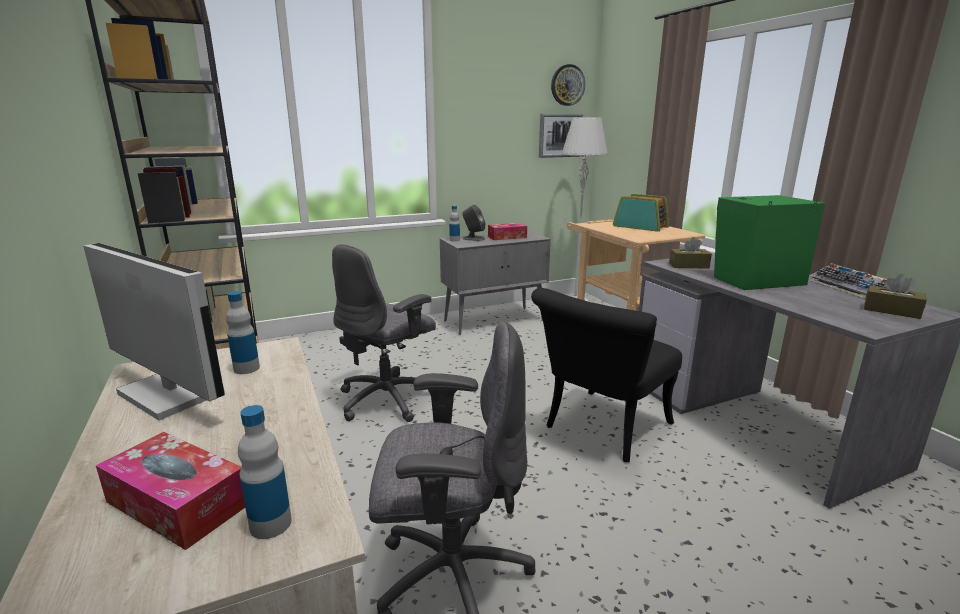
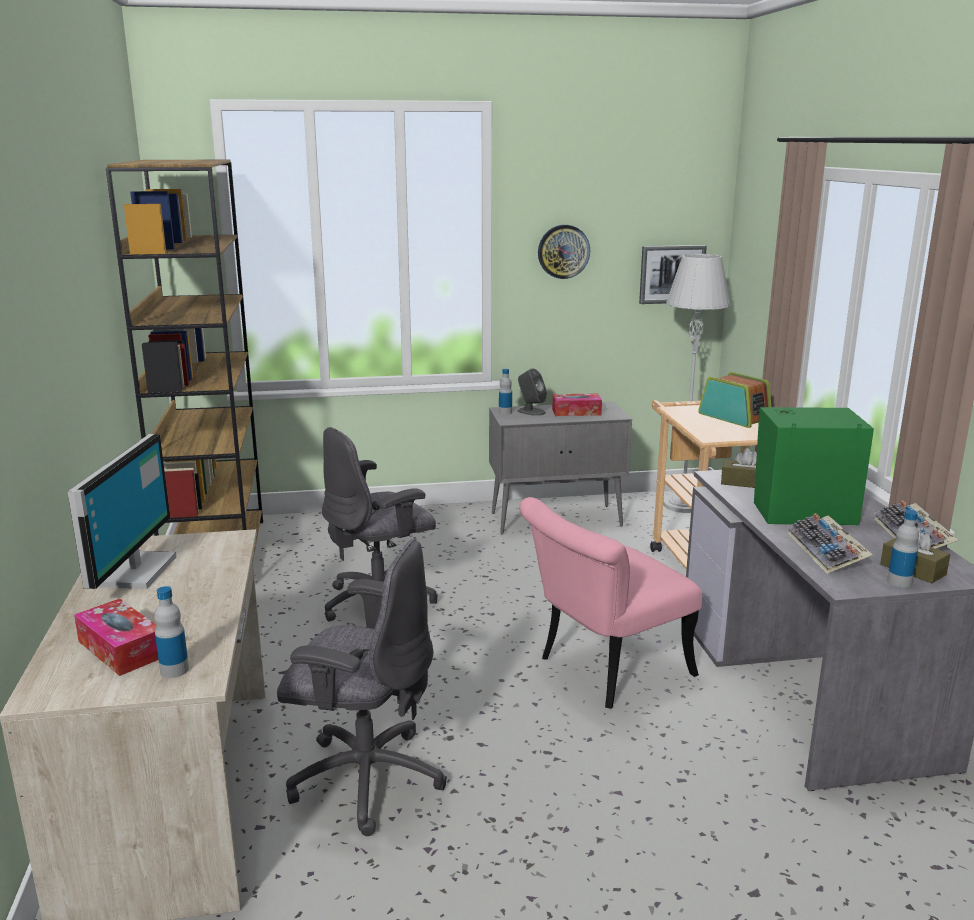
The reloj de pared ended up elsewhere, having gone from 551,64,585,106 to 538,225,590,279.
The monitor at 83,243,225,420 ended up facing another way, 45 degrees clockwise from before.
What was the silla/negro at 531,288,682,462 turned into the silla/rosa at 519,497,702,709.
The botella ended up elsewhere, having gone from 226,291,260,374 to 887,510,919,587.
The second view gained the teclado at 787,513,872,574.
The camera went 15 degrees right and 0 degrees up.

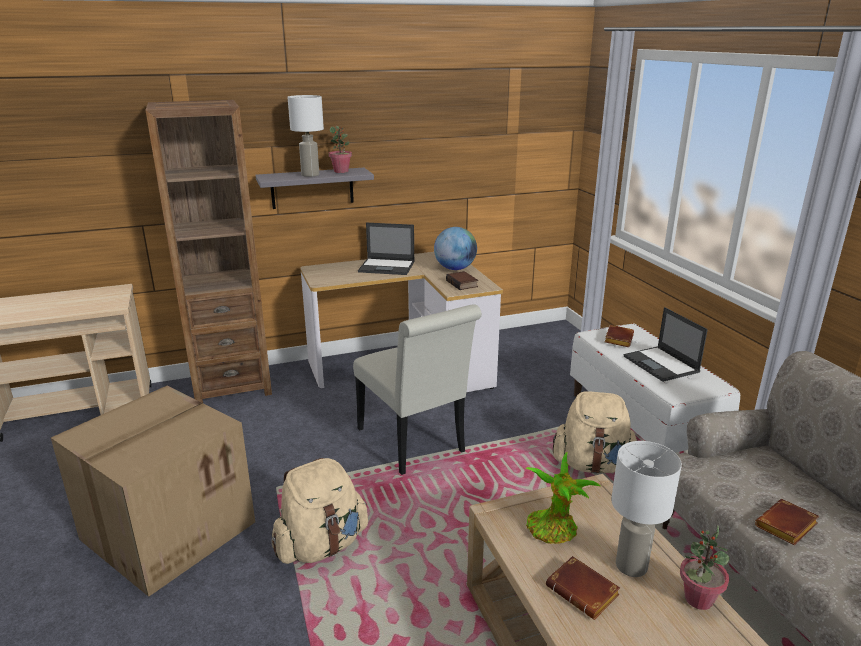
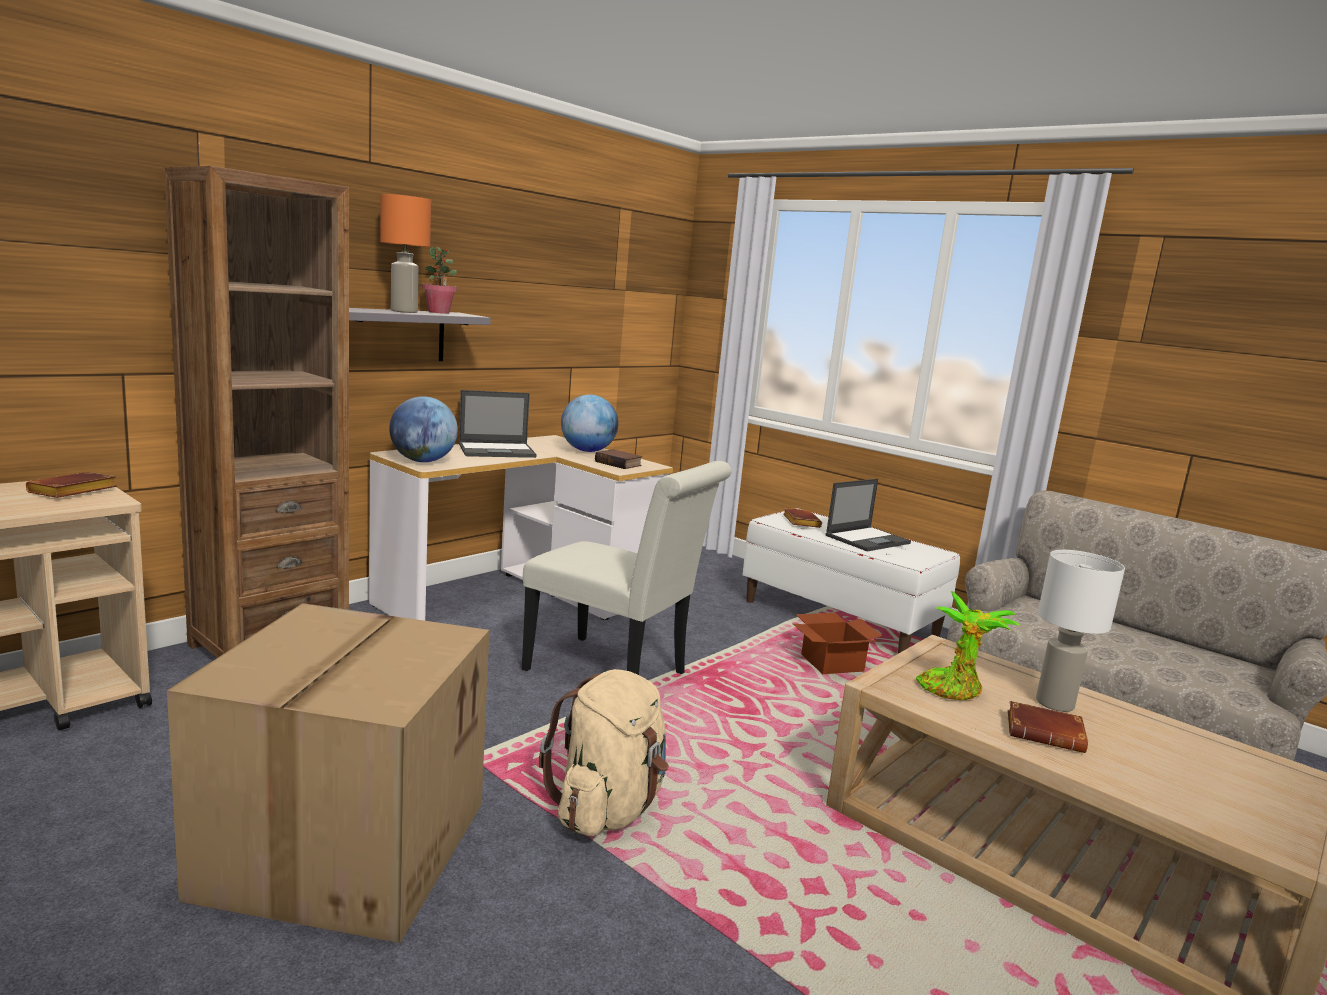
What was the lámpara de mesa/blanco at 288,95,324,177 turned into the lámpara de mesa/naranja at 380,194,431,313.
The portátil at 624,307,708,382 ended up facing another way, 75 degrees counterclockwise from before.
Where the mochila/beis stood at 553,391,637,474, the caja de cartón came to stand at 793,613,883,674.
The libro/marrón ended up elsewhere, having gone from 755,499,819,545 to 26,472,117,498.
The second view lost the planta en maceta at 680,525,730,610.
The second view gained the globo terráqueo at 389,396,458,462.
The camera went 30 degrees left and 10 degrees down.

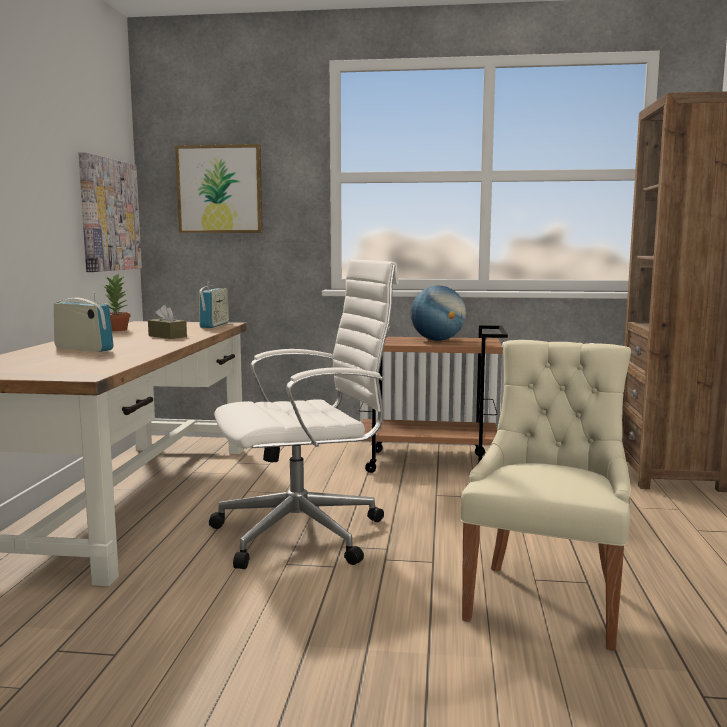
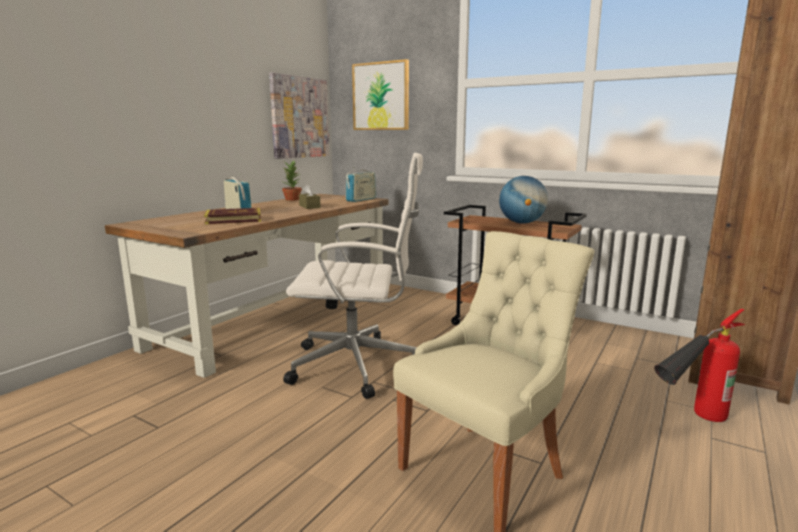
The second view gained the libro at 204,208,261,224.
The second view gained the extintor at 654,309,745,422.
The camera went 25 degrees right and 5 degrees up.

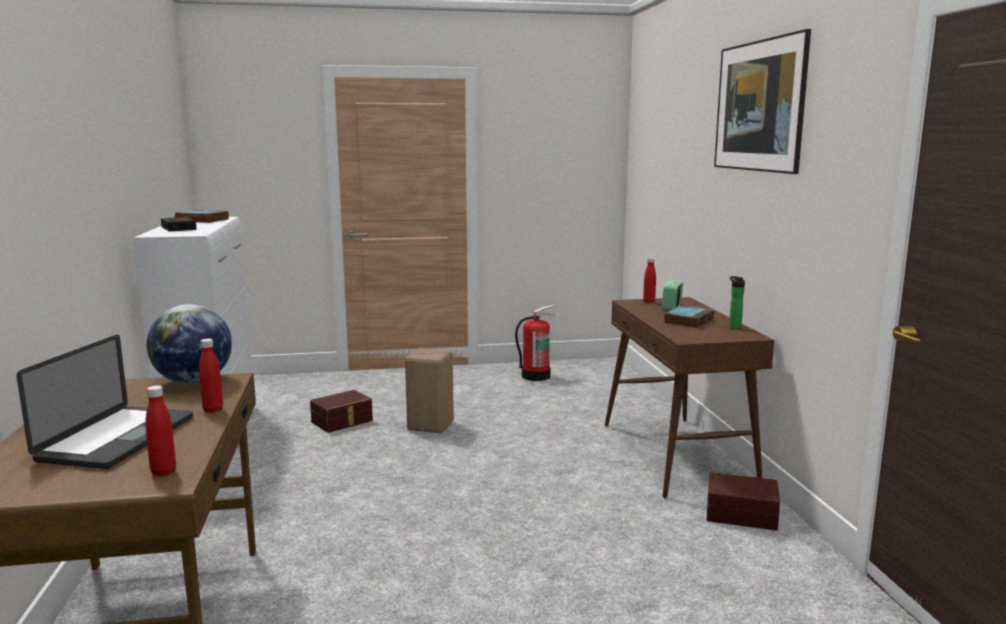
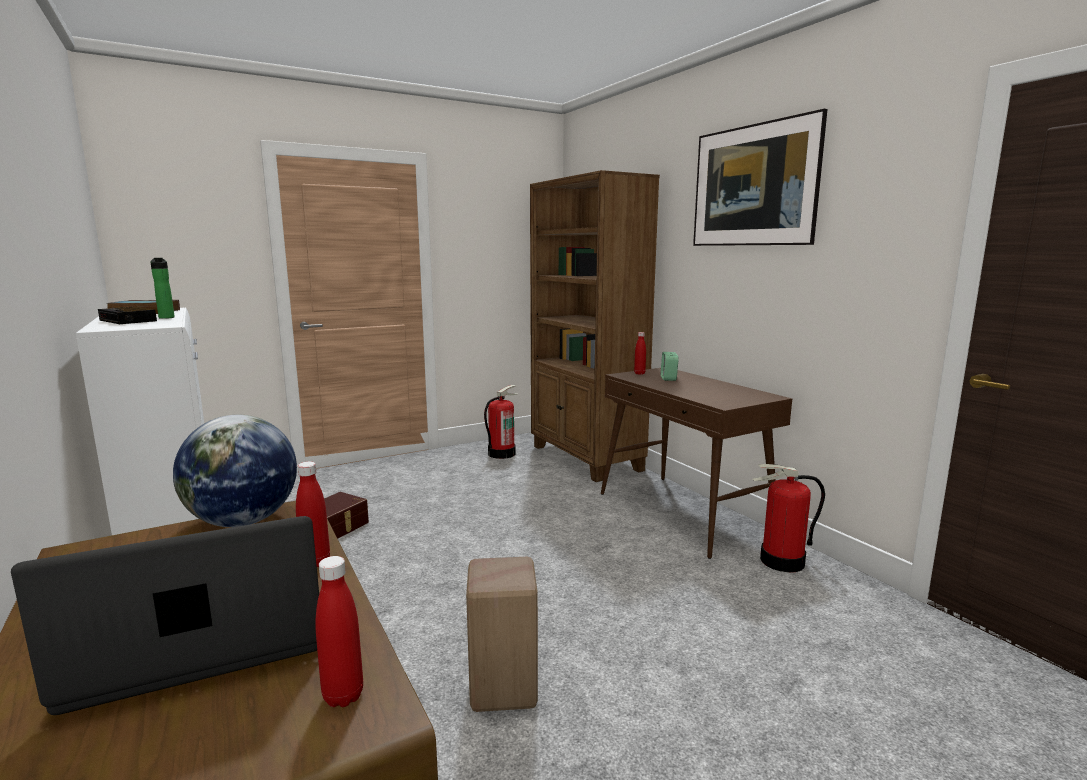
The botella ended up elsewhere, having gone from 729,276,745,329 to 150,258,175,319.
The second view lost the libro at 664,305,714,328.
The portátil at 16,335,193,469 ended up facing another way, 105 degrees counterclockwise from before.
The taburete/beis ended up elsewhere, having gone from 405,348,454,433 to 466,557,538,712.
Where the caja de almacenaje/marrón stood at 706,472,780,531, the extintor came to stand at 753,464,825,572.
The second view gained the estantería/marrón at 530,170,660,482.
The camera went 20 degrees left and 0 degrees up.

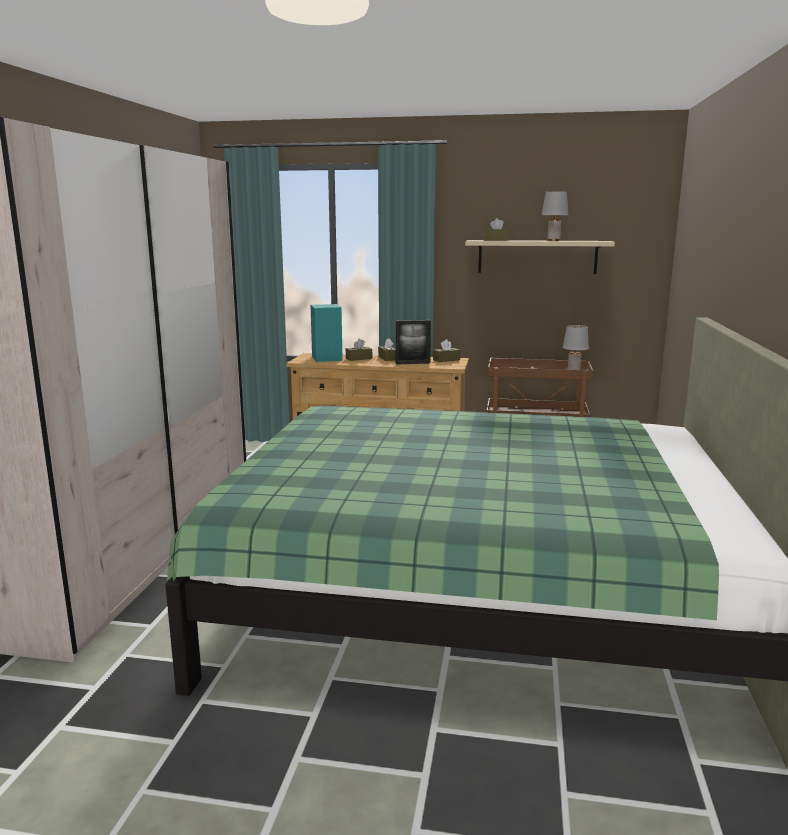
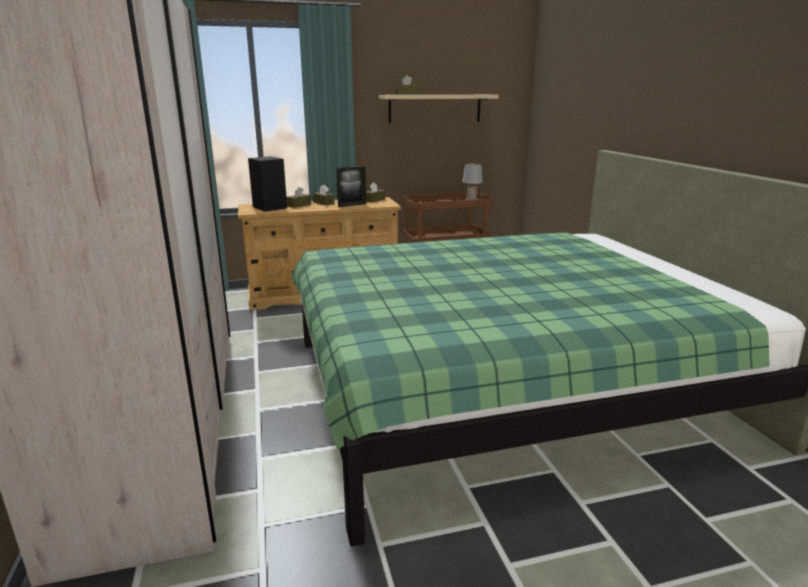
The second view lost the lámpara de mesa/gris at 542,192,568,241.
What was the altavoz/turquesa at 310,304,343,362 turned into the altavoz/negro at 248,156,287,212.
The camera went 25 degrees left and 5 degrees up.

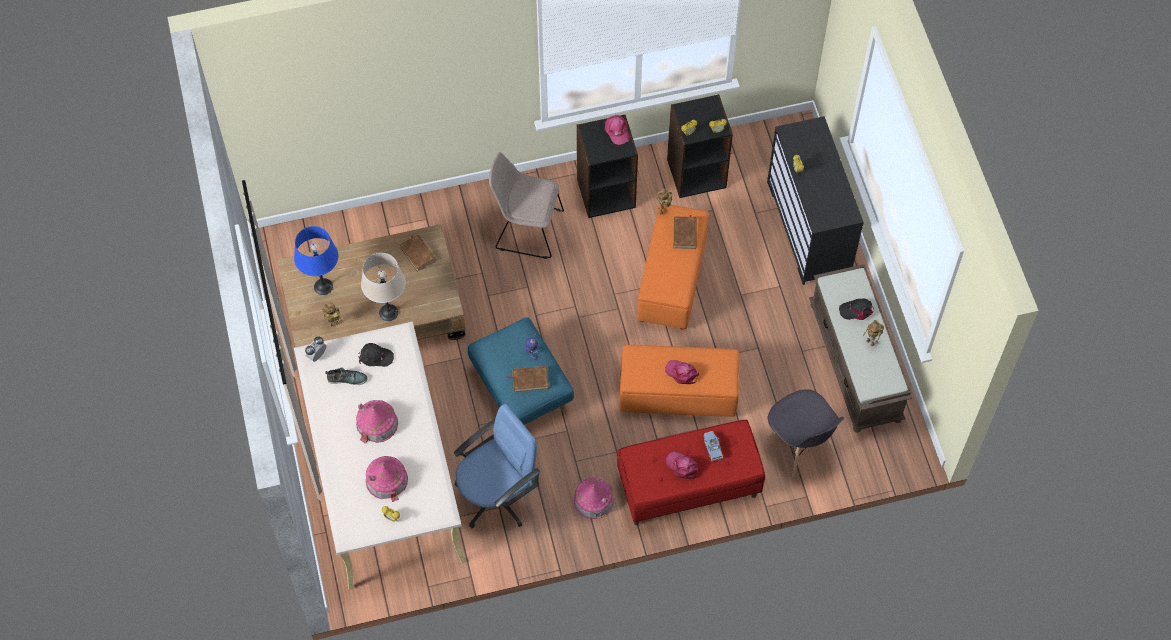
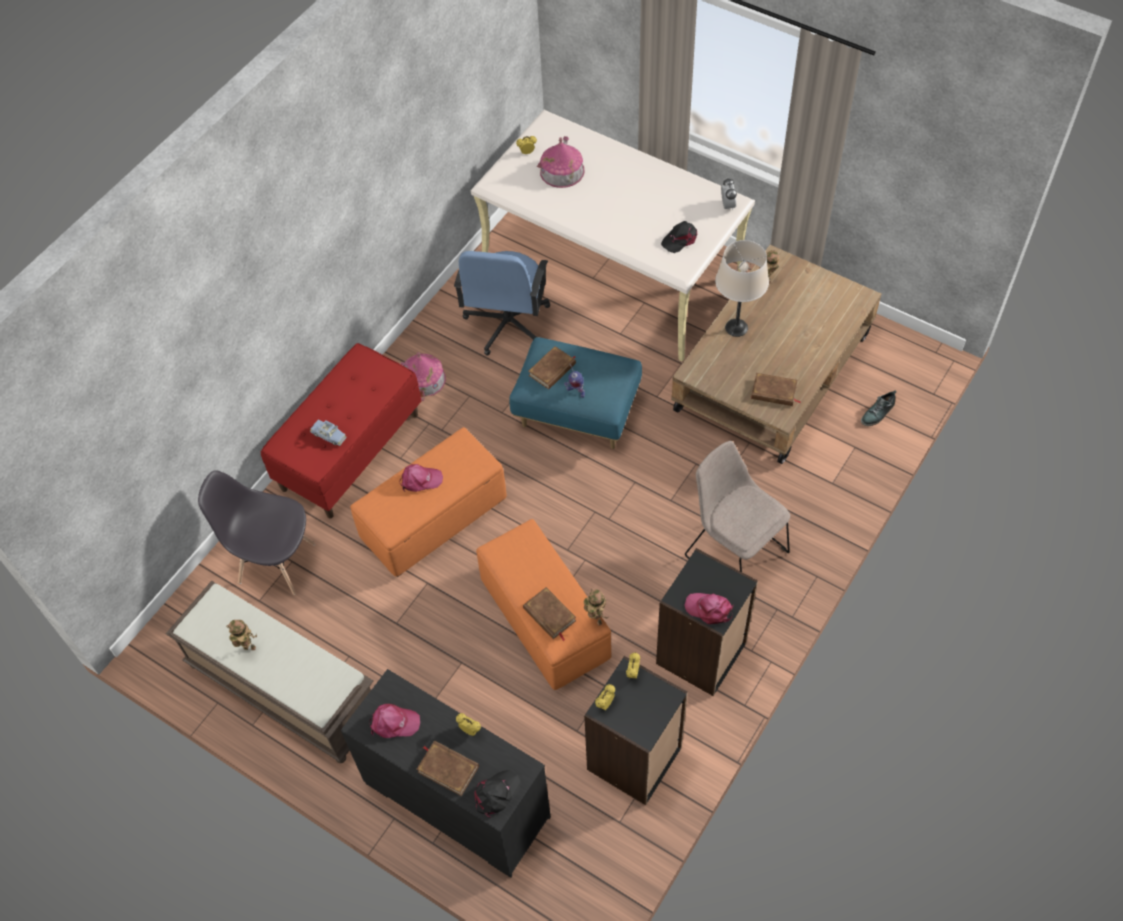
The silla/beis at 489,152,564,259 ended up facing another way, 105 degrees counterclockwise from before.
The second view lost the lámpara de mesa/azul at 294,226,338,295.
The gorra/negro ended up elsewhere, having gone from 839,298,874,320 to 474,770,521,818.
The zapato ended up elsewhere, having gone from 325,367,368,385 to 861,390,897,426.
The second view lost the casita at 356,400,398,444.
The gorra/rosa ended up elsewhere, having gone from 666,451,700,479 to 369,704,420,738.
The second view gained the libro/marrón at 416,741,479,796.
The camera went 140 degrees right and 5 degrees down.

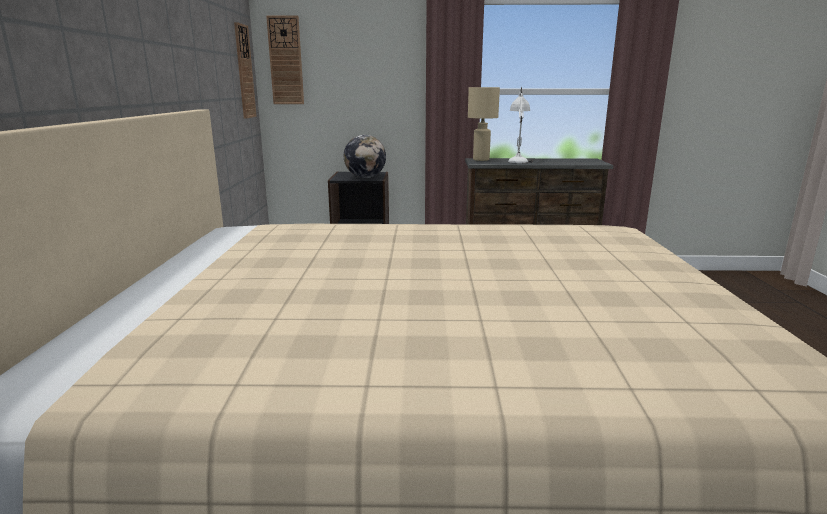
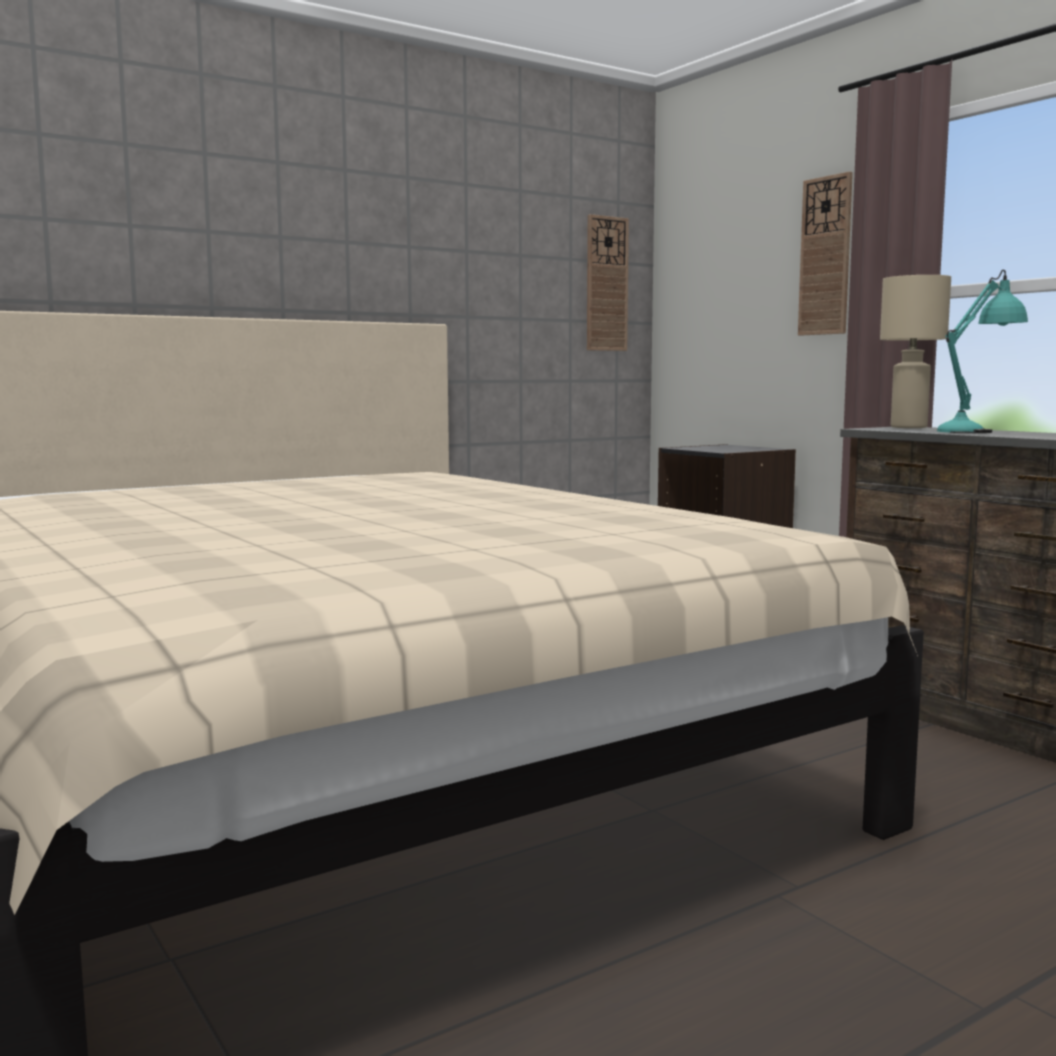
The reloj de pared ended up elsewhere, having gone from 266,15,304,104 to 798,171,853,336.
What was the lámpara de mesa/blanco at 508,86,533,163 turned into the lámpara de mesa/turquesa at 937,270,1028,433.
The second view lost the globo terráqueo at 344,135,386,178.
The camera went 55 degrees right and 10 degrees down.

